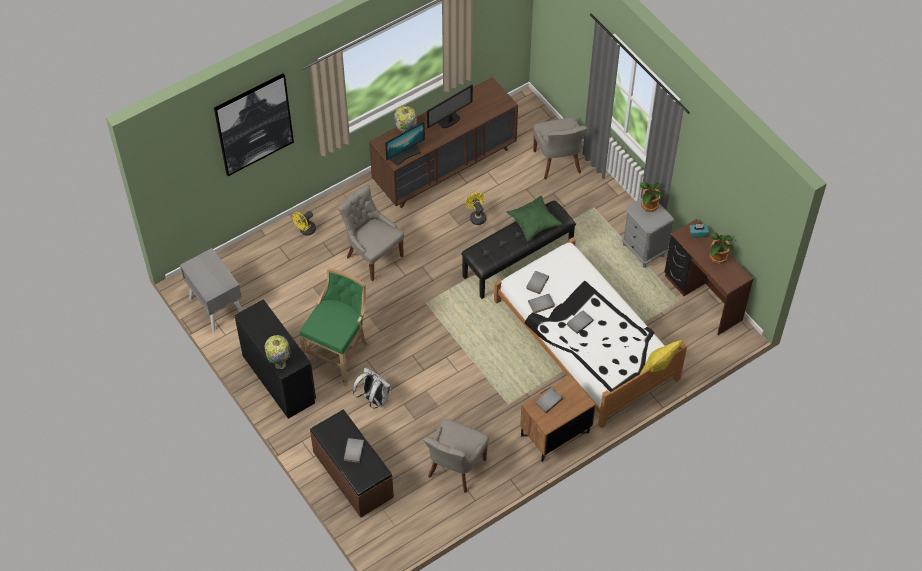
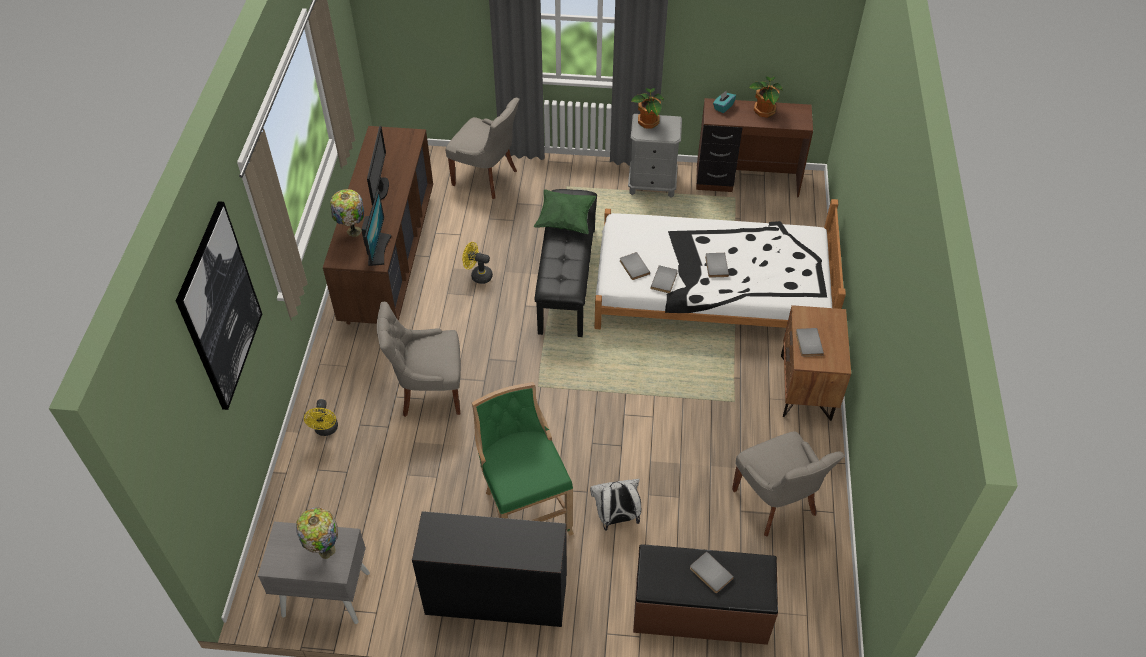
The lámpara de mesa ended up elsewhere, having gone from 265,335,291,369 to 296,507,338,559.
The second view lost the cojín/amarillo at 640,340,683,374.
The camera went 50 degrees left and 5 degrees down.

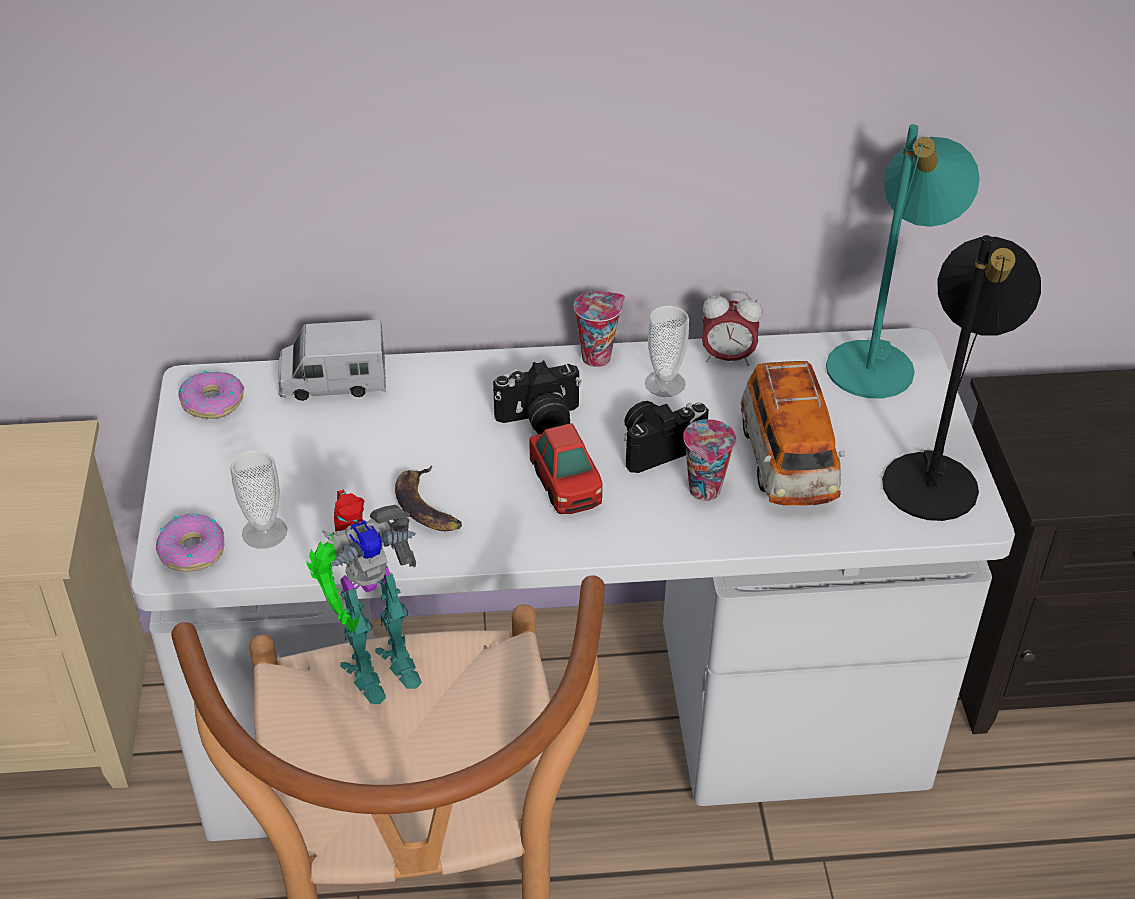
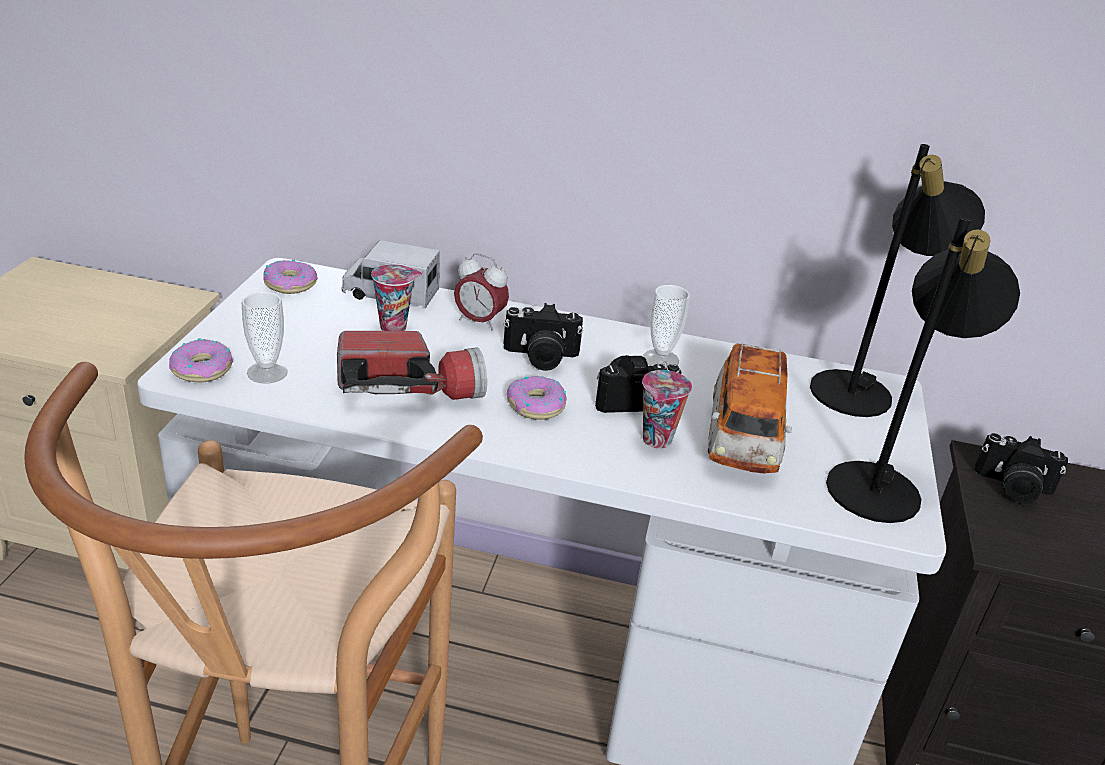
What was the lámpara de mesa/turquesa at 826,124,980,398 turned into the lámpara de mesa/negro at 810,144,985,417.
The despertador ended up elsewhere, having gone from 702,290,762,366 to 454,253,509,331.
The taza ended up elsewhere, having gone from 574,291,625,367 to 371,264,423,331.
Where the coche de juguete stood at 529,423,603,514, the rosquilla came to stand at 507,376,567,420.
Where the plátano stood at 395,465,462,531, the linterna came to stand at 337,331,487,400.
The second view lost the robot de juguete at 306,490,422,704.
The second view gained the cámara at 974,433,1068,504.
The camera went 15 degrees right and 10 degrees down.

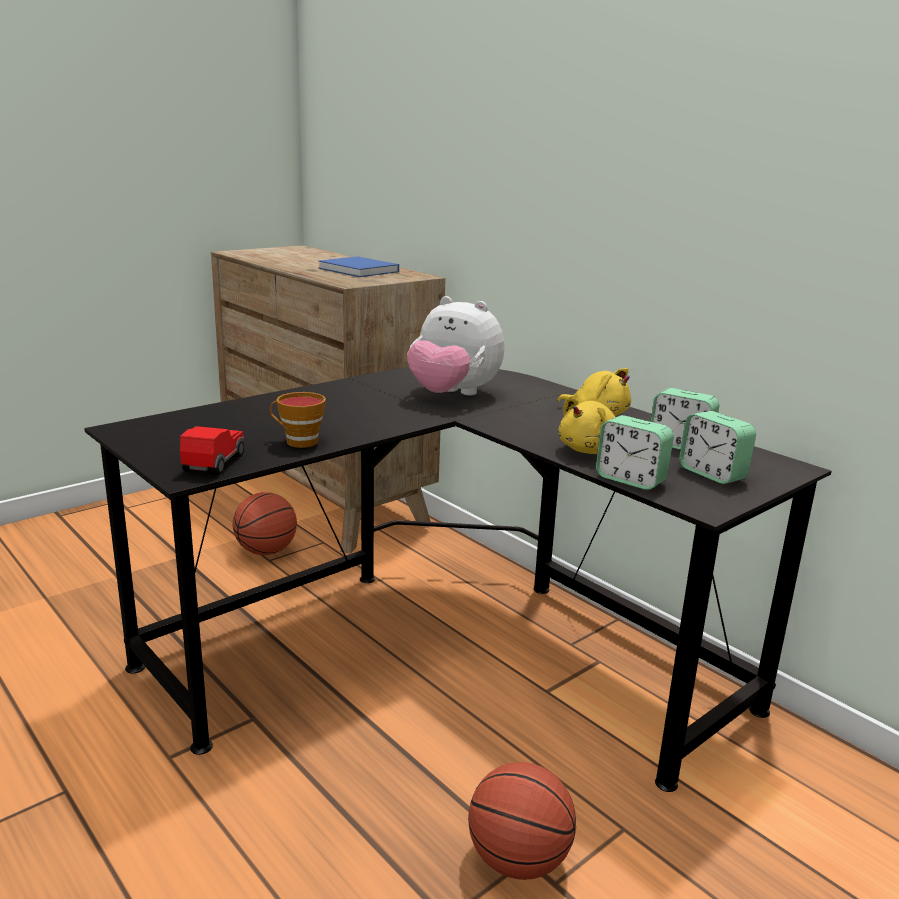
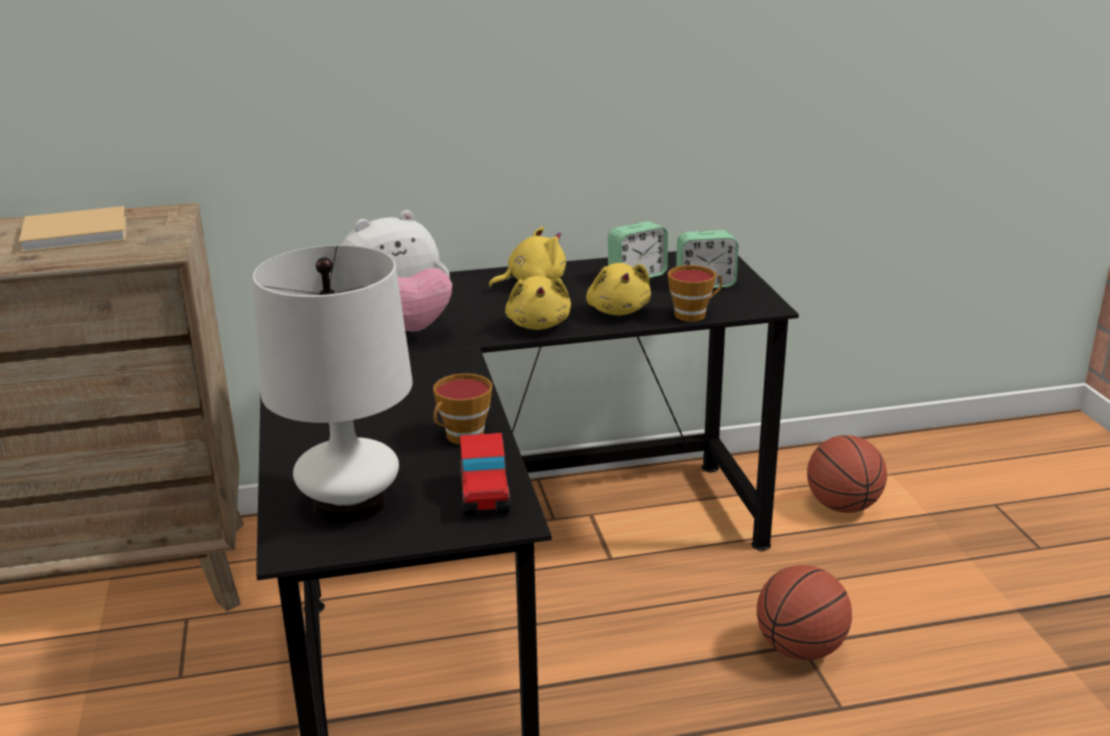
What was the libro/azul at 318,256,399,277 turned into the libro/beis at 19,206,126,253.
Where the despertador stood at 596,415,674,490, the taza came to stand at 668,265,722,322.
The coche de juguete at 180,426,244,475 ended up facing another way, 135 degrees counterclockwise from before.
The balón de baloncesto ended up elsewhere, having gone from 233,492,297,555 to 807,435,887,513.
The second view gained the lámpara de mesa/blanco at 252,245,413,523.
The second view gained the peluche/amarillo at 505,276,571,330.
The camera went 60 degrees left and 5 degrees up.

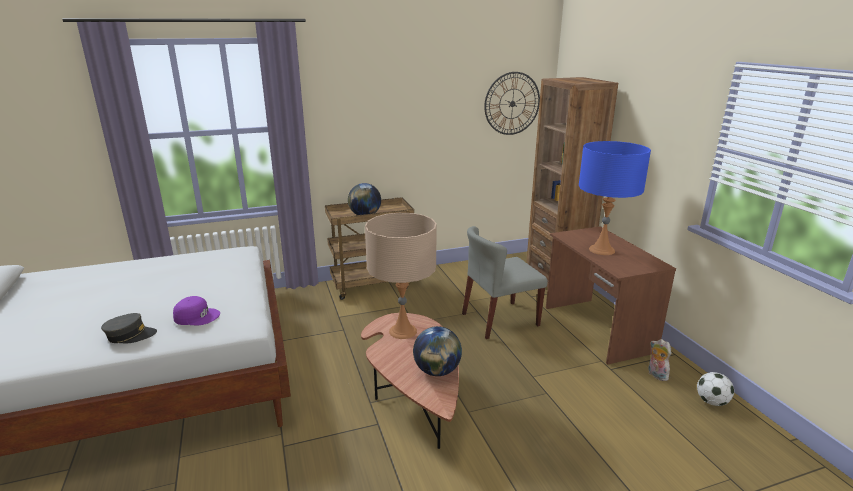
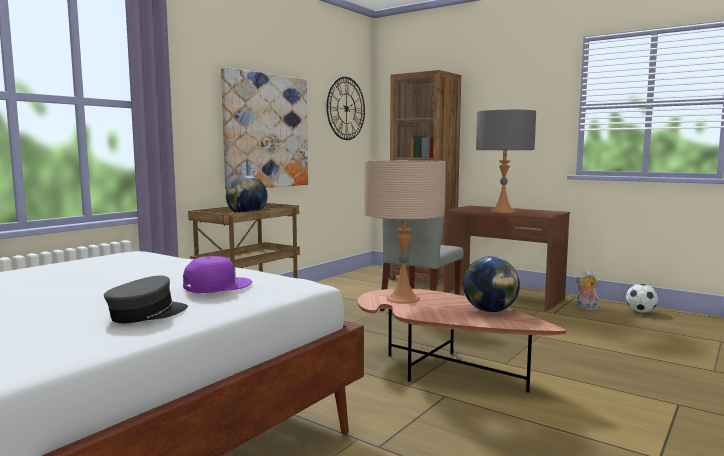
What was the lámpara de mesa/azul at 579,141,651,255 turned into the lámpara de mesa/gris at 476,110,536,213.
The second view gained the cuadro at 221,67,308,190.
The camera went 35 degrees left and 15 degrees down.

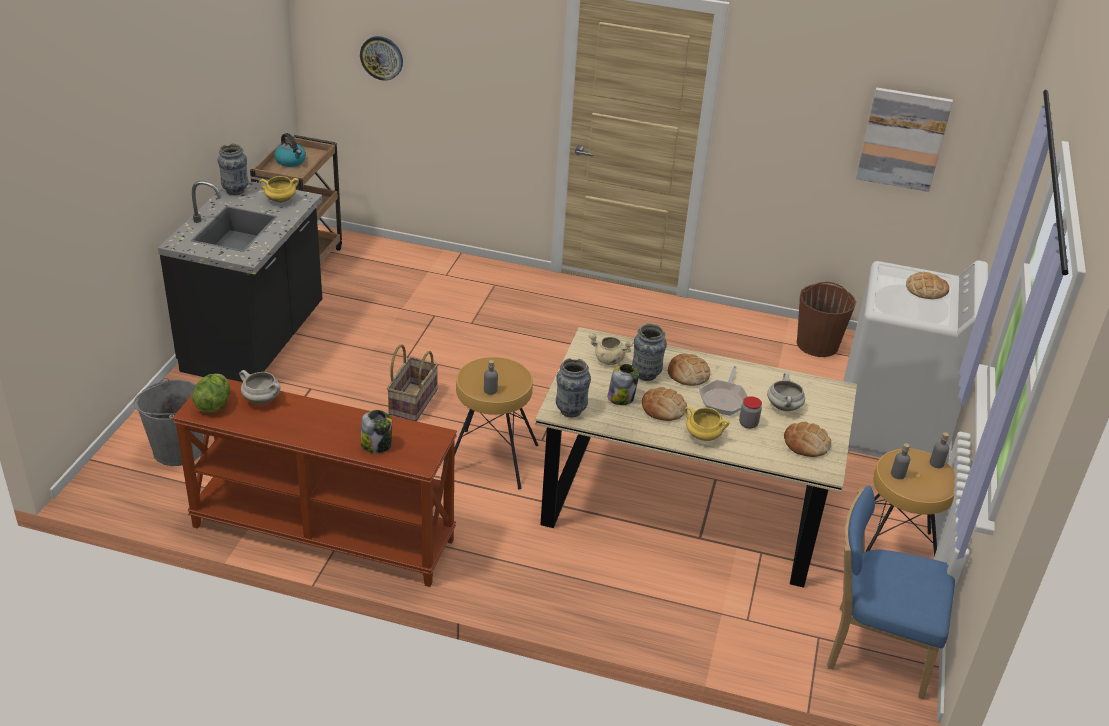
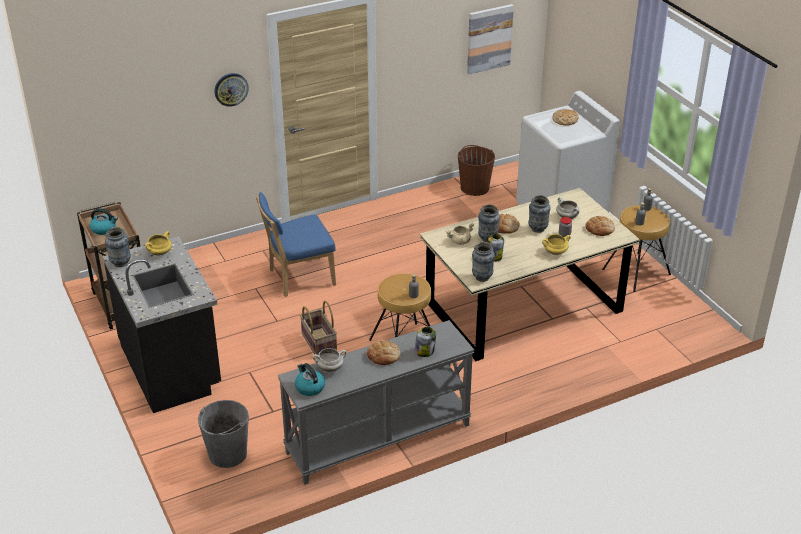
The reloj de pared ended up elsewhere, having gone from 360,36,403,81 to 214,73,249,107.
Where the sartén stood at 699,366,748,415, the florero came to stand at 528,195,551,233.
Where the lechuga stood at 192,374,230,413, the hervidor came to stand at 295,363,325,396.
What was the mesa consola/marrón at 172,379,457,587 turned into the mesa consola/gris at 278,320,474,485.
The pan ended up elsewhere, having gone from 642,387,687,421 to 367,340,401,365.
The silla/azul ended up elsewhere, having gone from 827,486,955,699 to 256,192,336,297.
The camera went 40 degrees left and 0 degrees up.

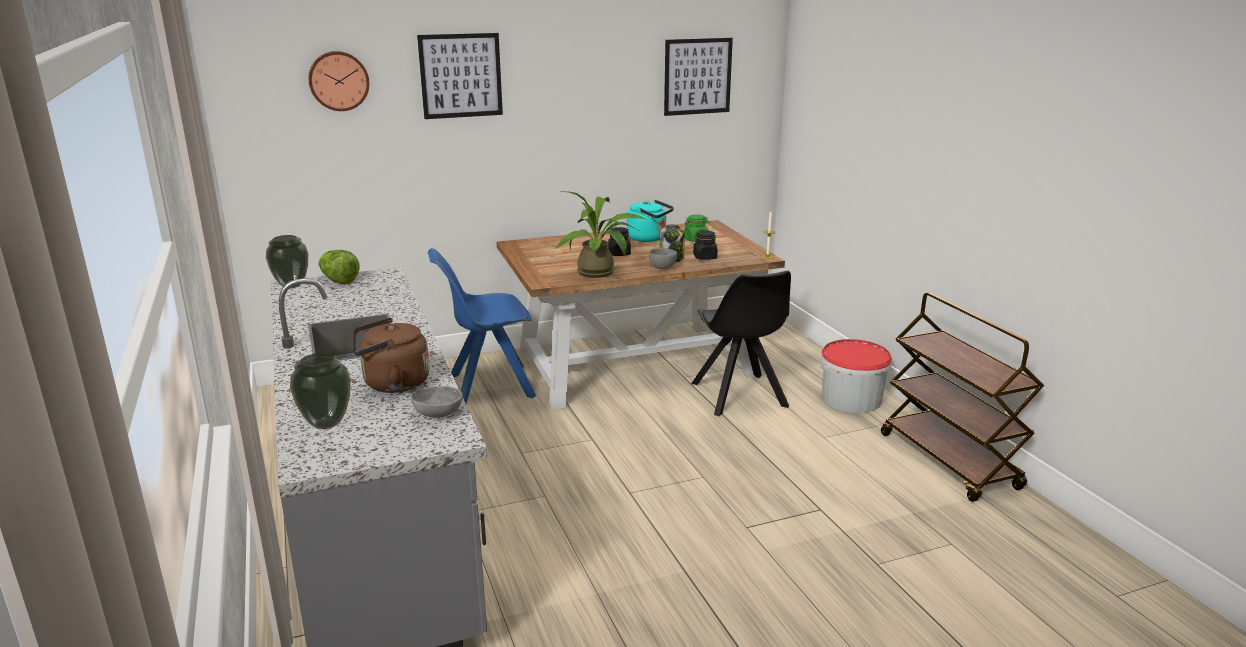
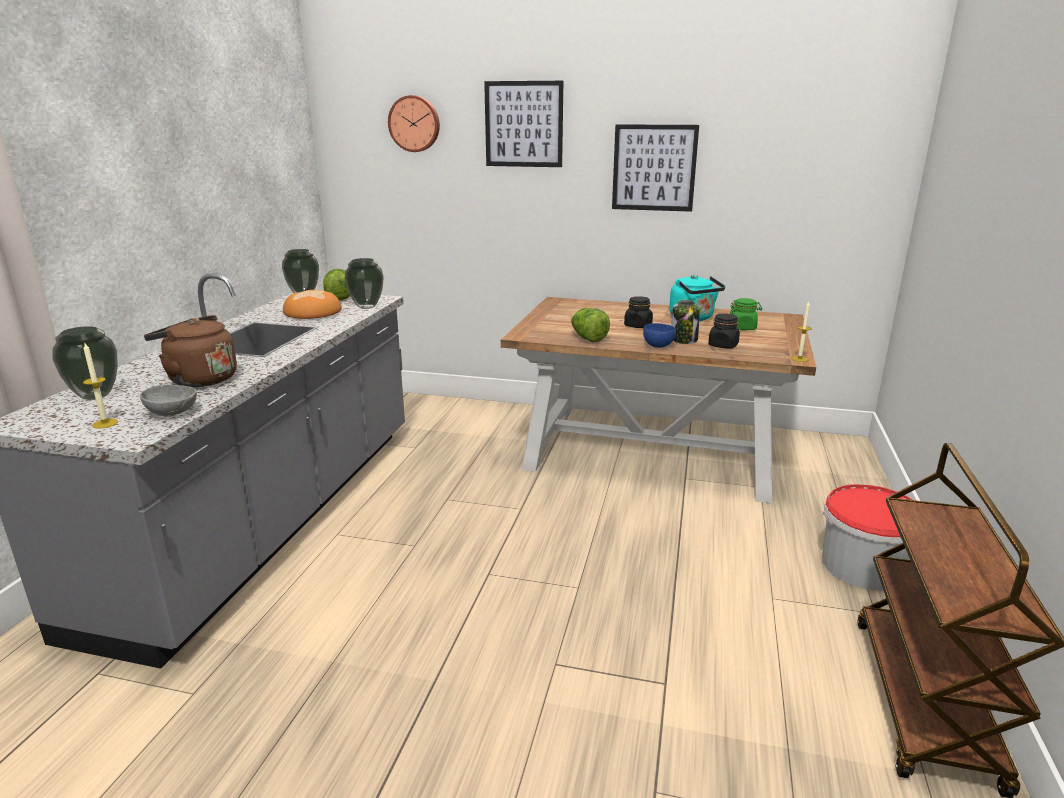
The cuadro ended up elsewhere, having gone from 664,38,733,116 to 612,124,699,212.
Where the planta en maceta stood at 555,191,646,278, the lechuga came to stand at 571,308,610,342.
The second view lost the silla/azul at 428,248,536,404.
What was the cuenco/gris at 649,248,677,269 turned into the cuenco/azul at 643,323,676,348.
The second view lost the silla/negro at 691,271,791,416.
The second view gained the florero at 345,258,384,309.
The second view gained the pan at 283,290,342,319.
The second view gained the vela at 83,343,118,429.
The camera went 35 degrees right and 0 degrees up.

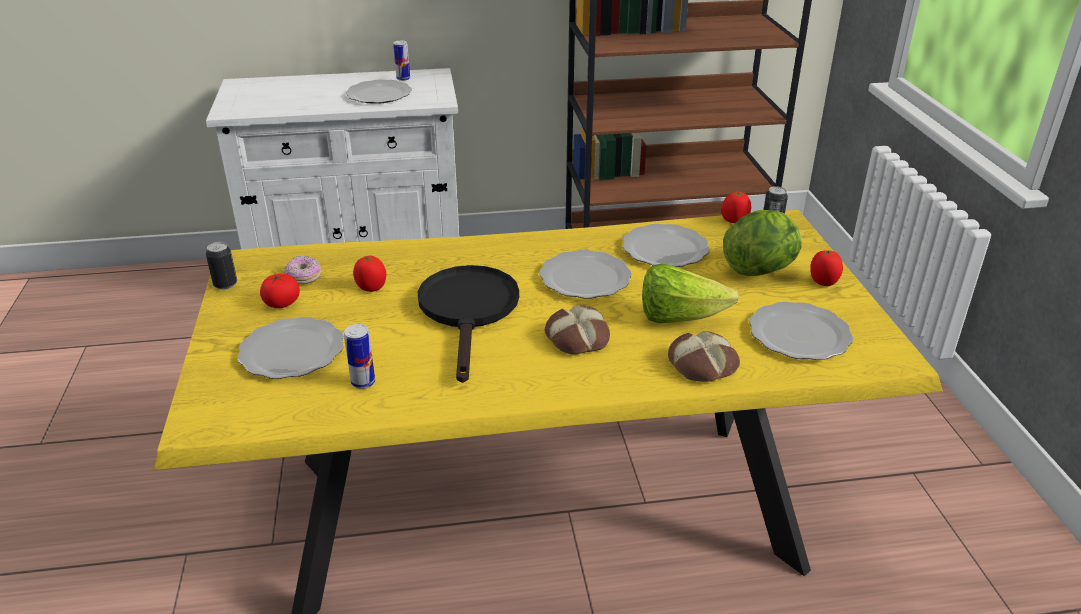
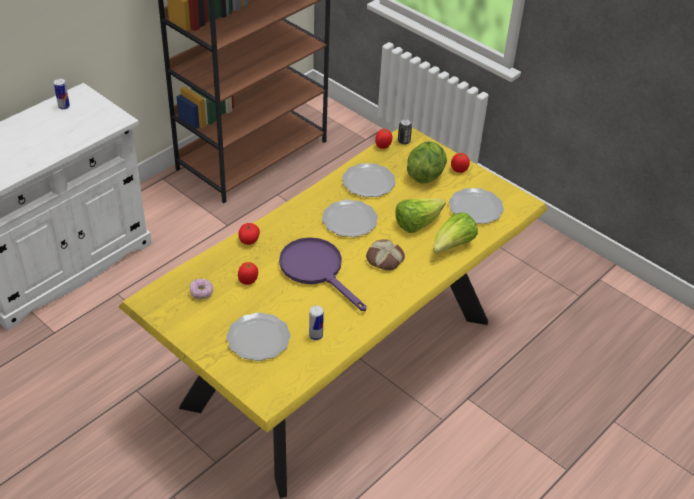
The second view lost the plato at 346,79,412,104.
The second view lost the lata at 206,242,237,289.
What was the sartén/negro at 418,265,519,383 turned into the sartén/morado at 279,237,367,311.
The tomate ended up elsewhere, having gone from 260,274,300,308 to 238,223,260,245.
Where the pan stood at 668,331,740,382, the lechuga came to stand at 433,212,478,254.
The camera went 40 degrees left and 10 degrees up.

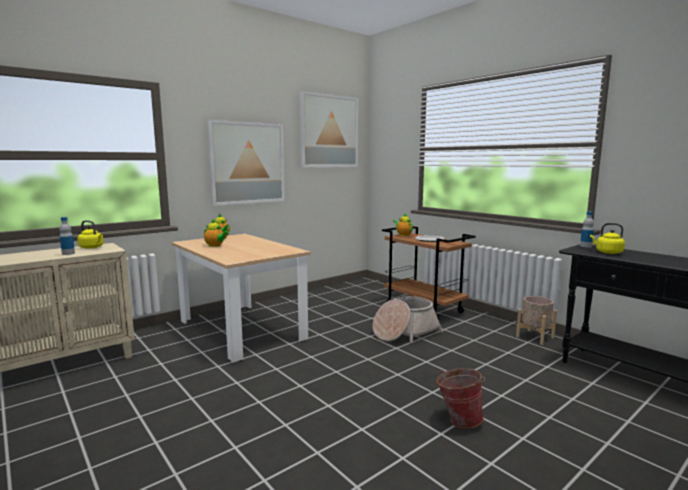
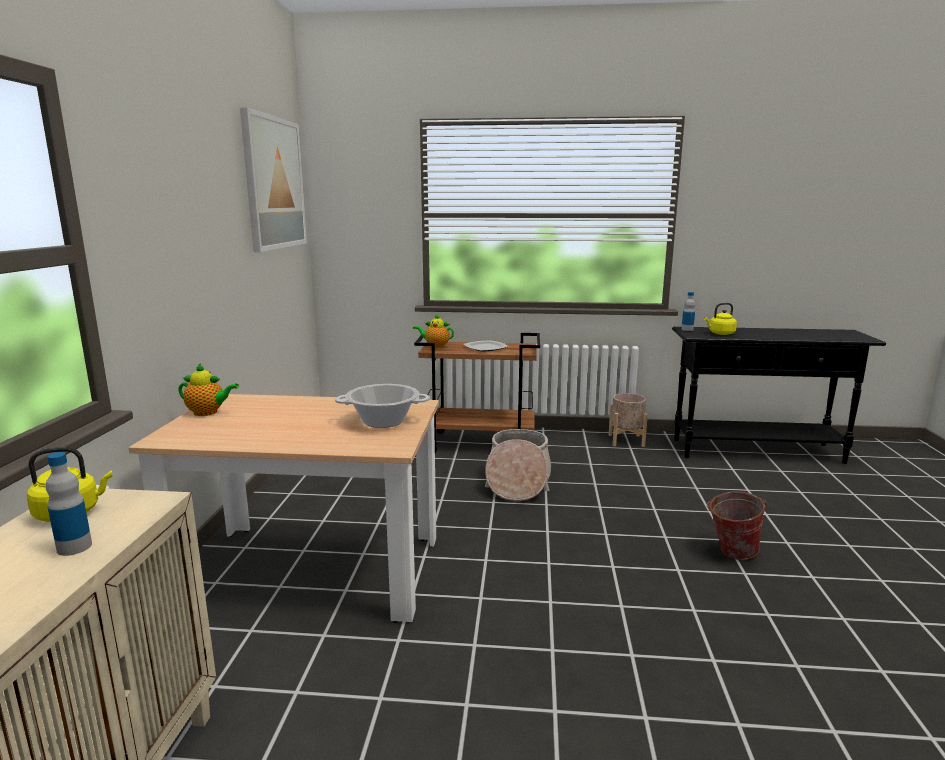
The second view lost the cuadro at 207,120,285,206.
The second view lost the tetera at 204,218,229,247.
The second view gained the olla at 335,384,430,428.
The camera went 45 degrees left and 5 degrees up.

